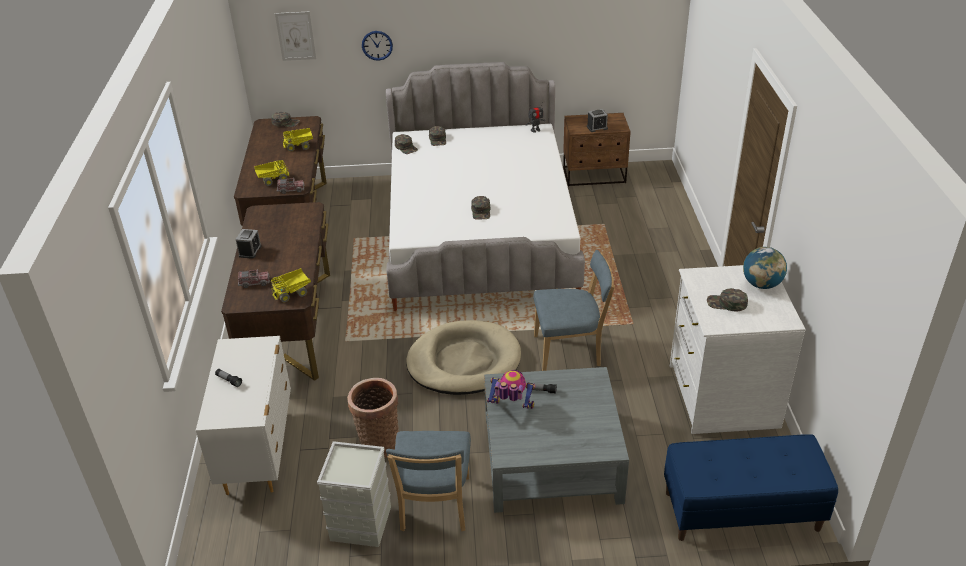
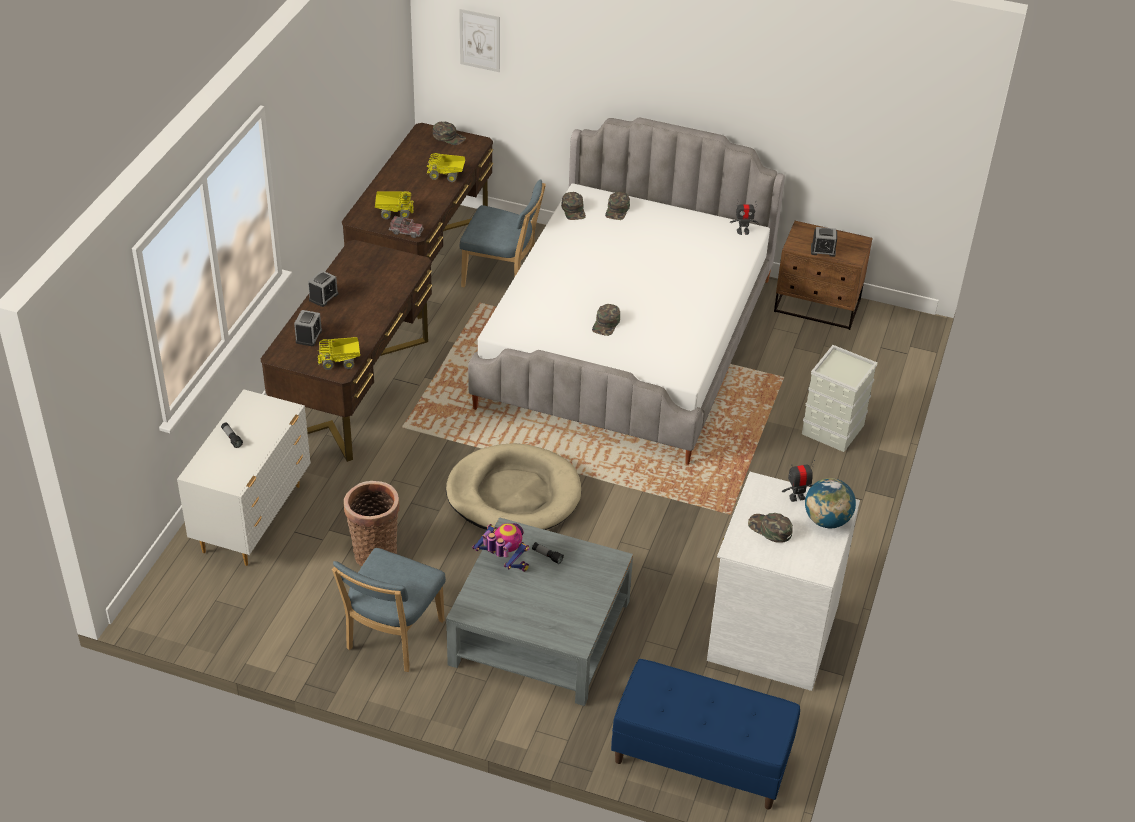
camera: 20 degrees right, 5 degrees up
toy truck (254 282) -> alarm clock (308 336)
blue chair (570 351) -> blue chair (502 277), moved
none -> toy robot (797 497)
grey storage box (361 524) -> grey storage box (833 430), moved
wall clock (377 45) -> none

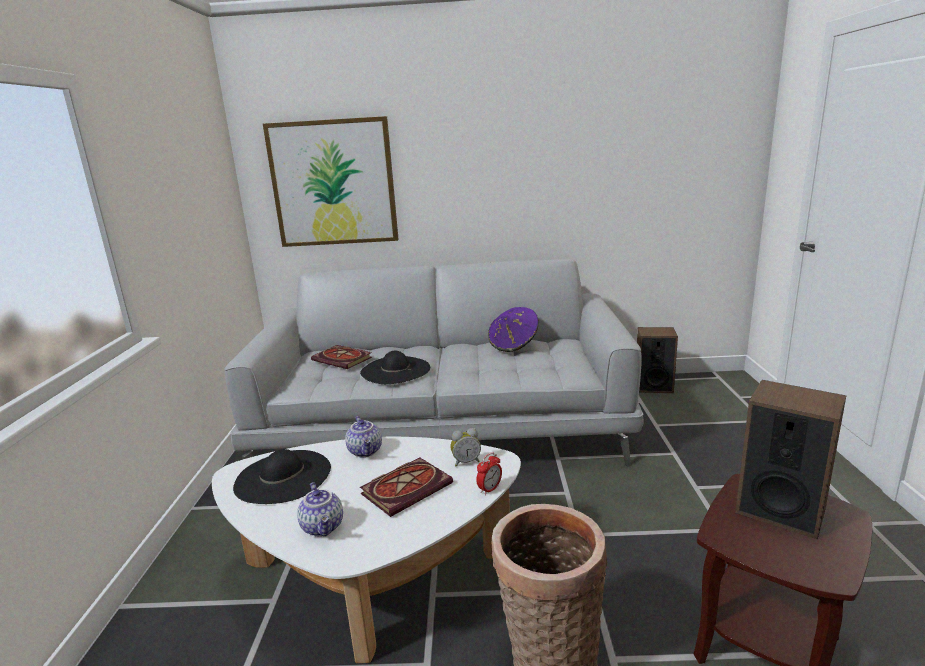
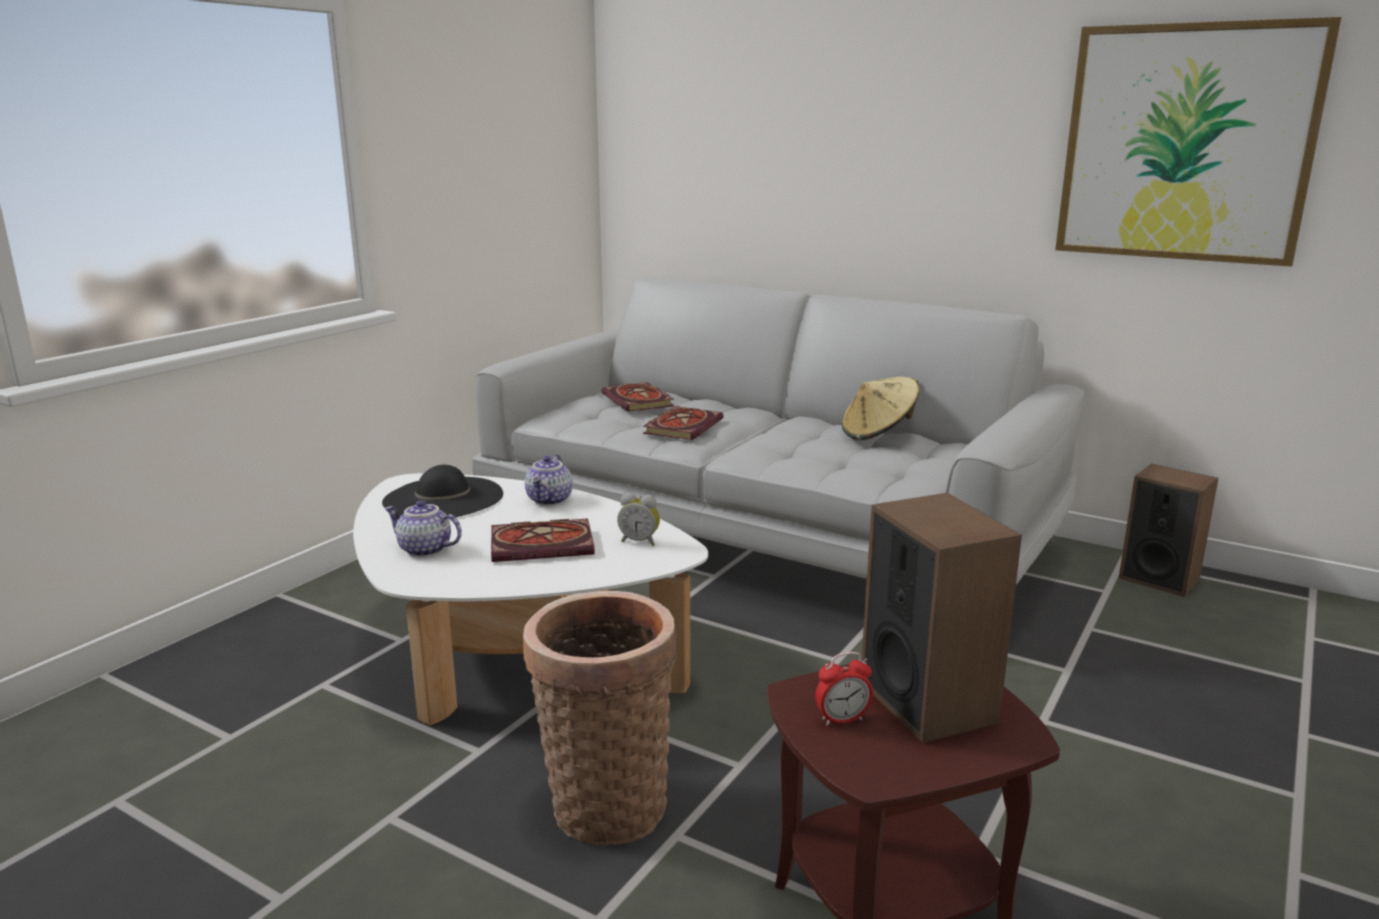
camera: 30 degrees right, 0 degrees up
teapot (324 527) -> teapot (423 550), 105 degrees clockwise
black hat (395 370) -> book (682 426)
alarm clock (489 489) -> alarm clock (842 719), moved
purple hat (513 344) -> beige hat (878 433)
picture (333 183) -> picture (1186 144), moved

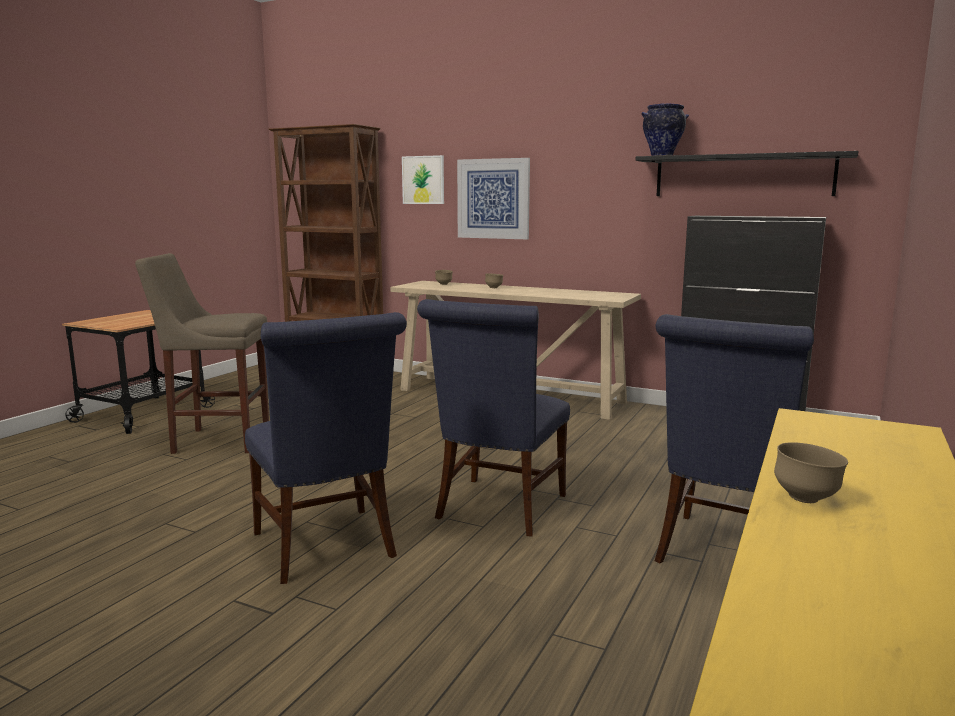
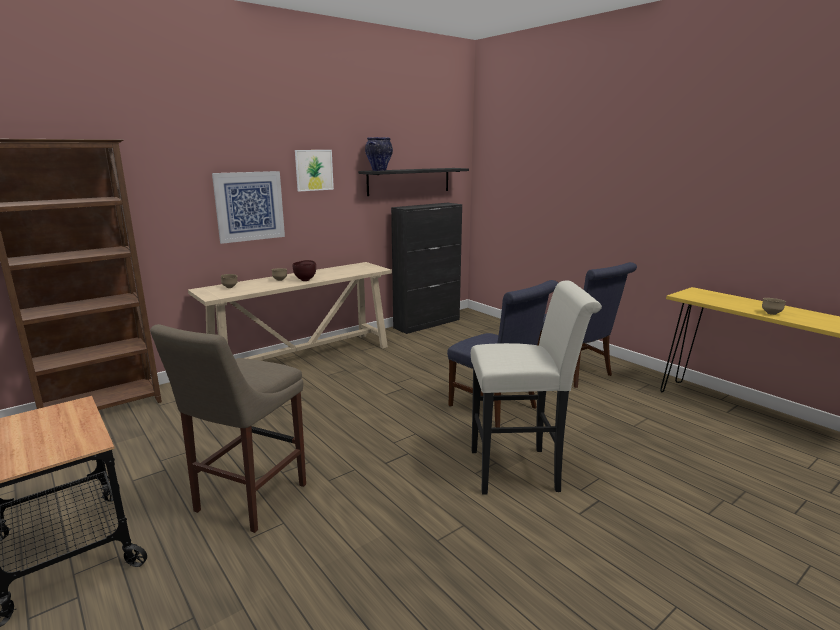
camera: 65 degrees left, 5 degrees up
none -> brown bowl (305 280)
picture (423 180) -> picture (314 170), moved
blue chair (327 548) -> white stool (521 470)

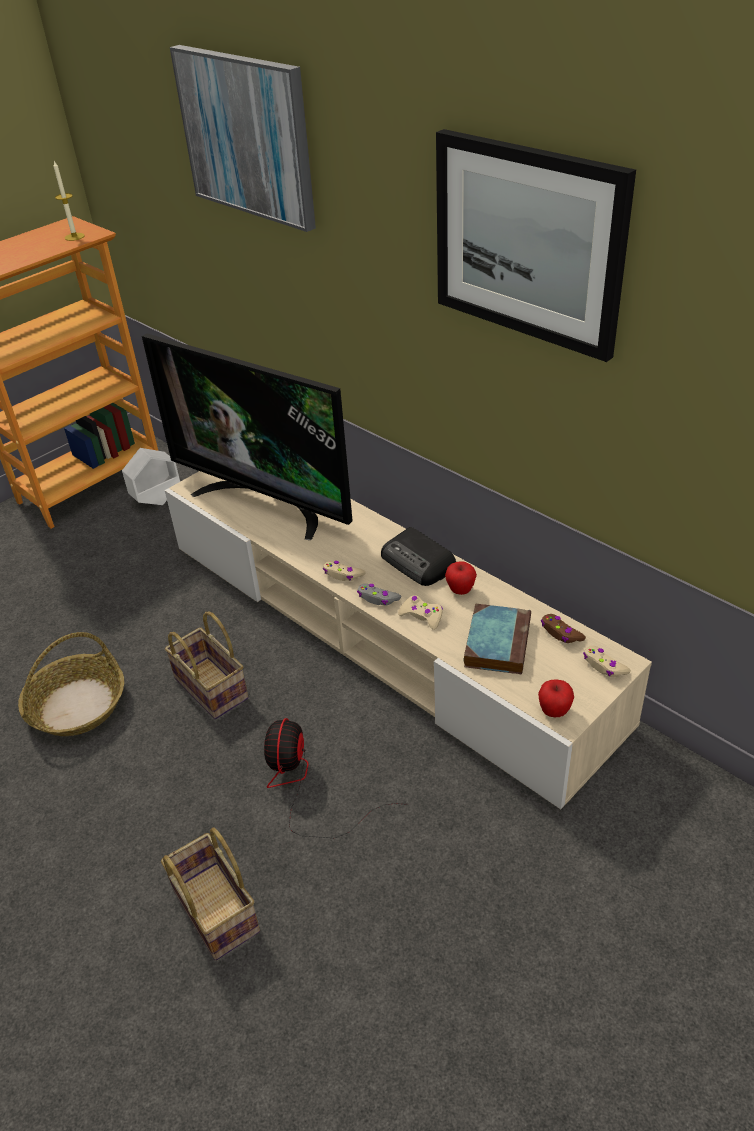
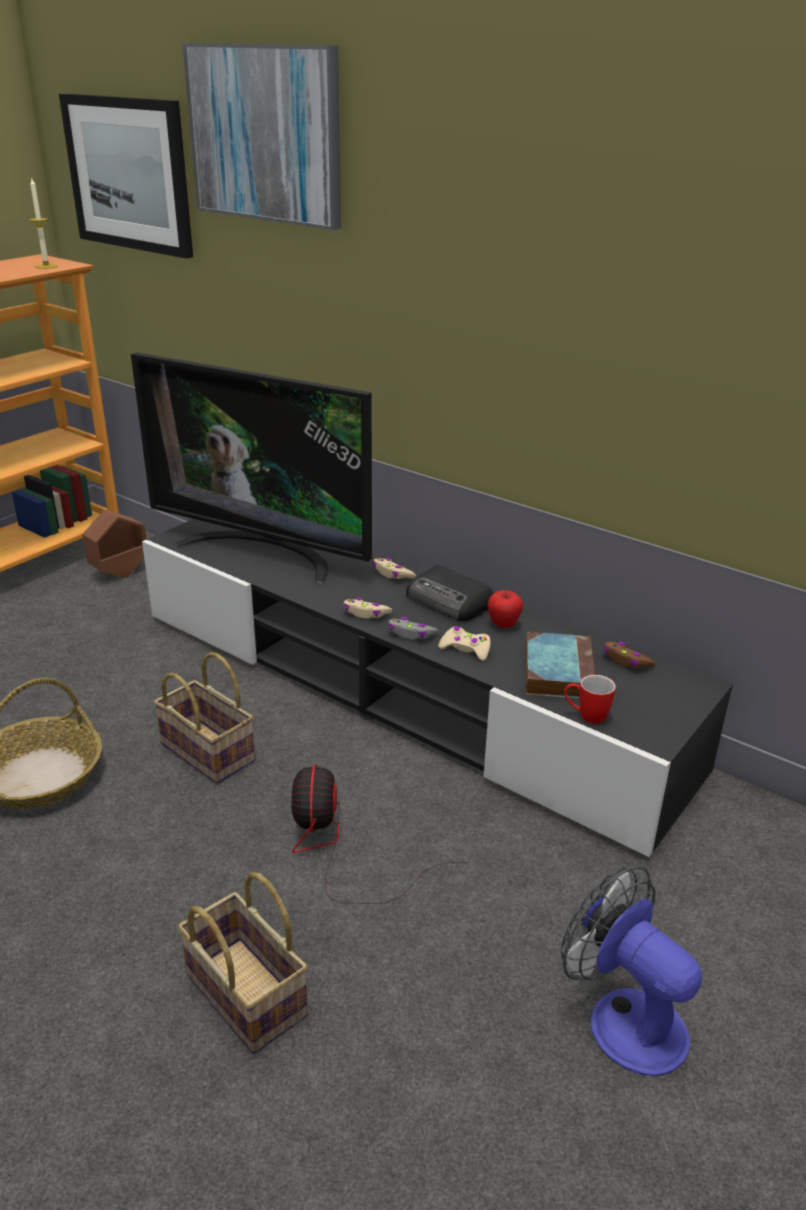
camera: 10 degrees left, 10 degrees down
picture (528 243) -> picture (129 174), moved
white planter (157 500) -> brown planter (120 573)
beige tv stand (382 631) -> black tv stand (402 690)
beige game controller (604 666) -> beige game controller (392 574), moved
none -> fan (623 1018)
none -> mug (586 716)
apple (554 711) -> none

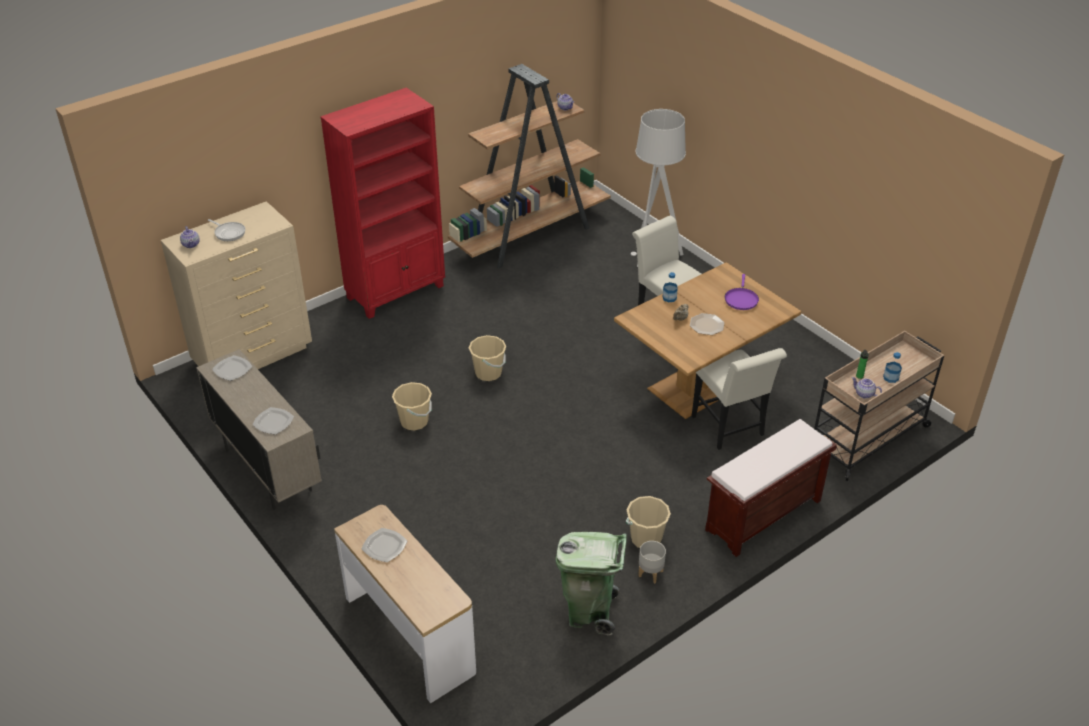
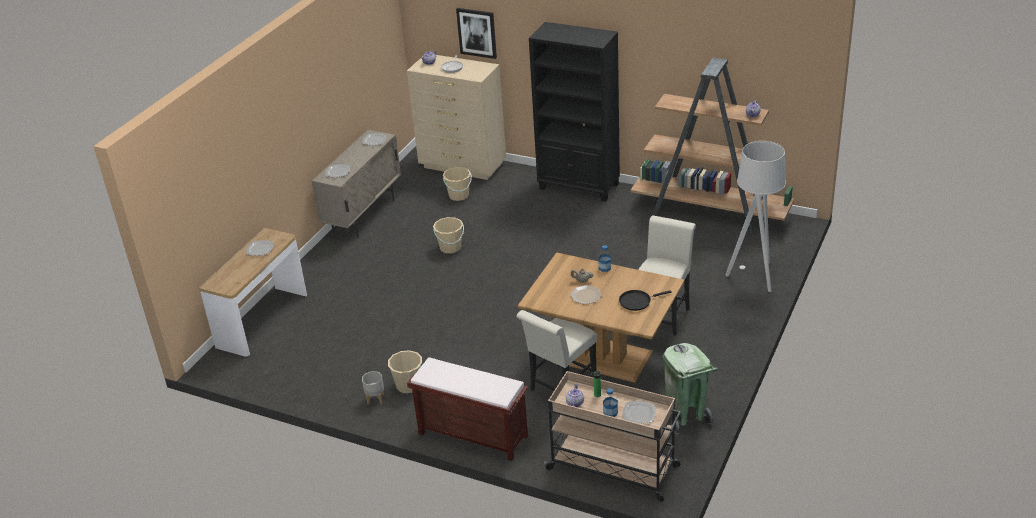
camera: 65 degrees right, 5 degrees down
beige bucket (488 373) -> beige bucket (459 196), moved
none -> picture (477 32)
red bookcase (396 292) -> black bookcase (579 187)
purple frying pan (741 299) -> black frying pan (637 301)
none -> plate (638 413)
green trash can (590 612) -> green trash can (686 417), moved

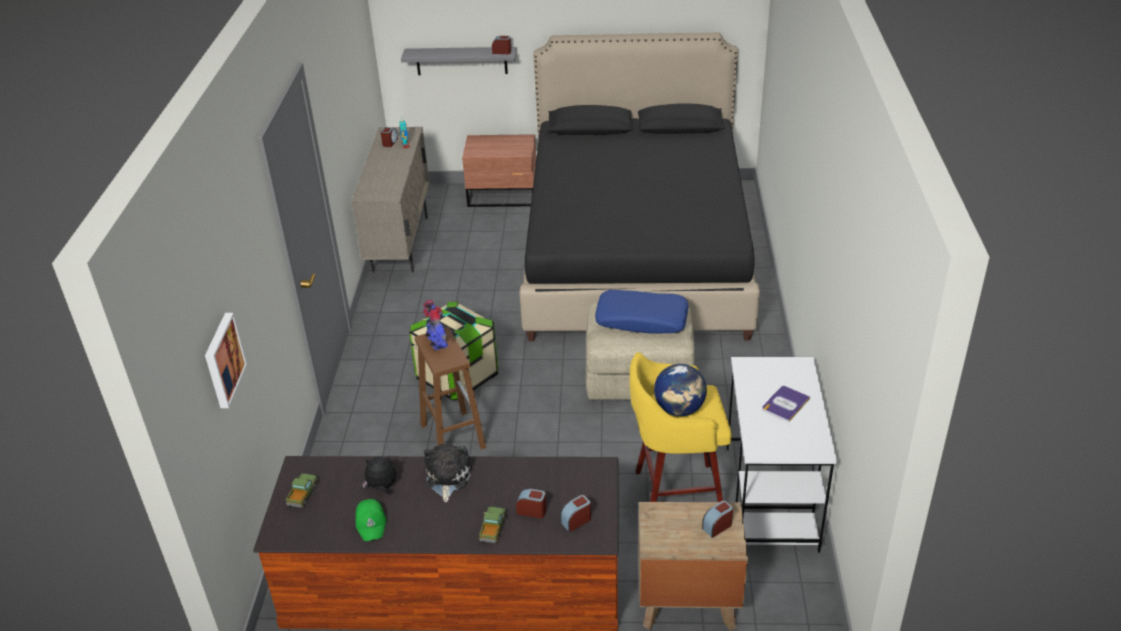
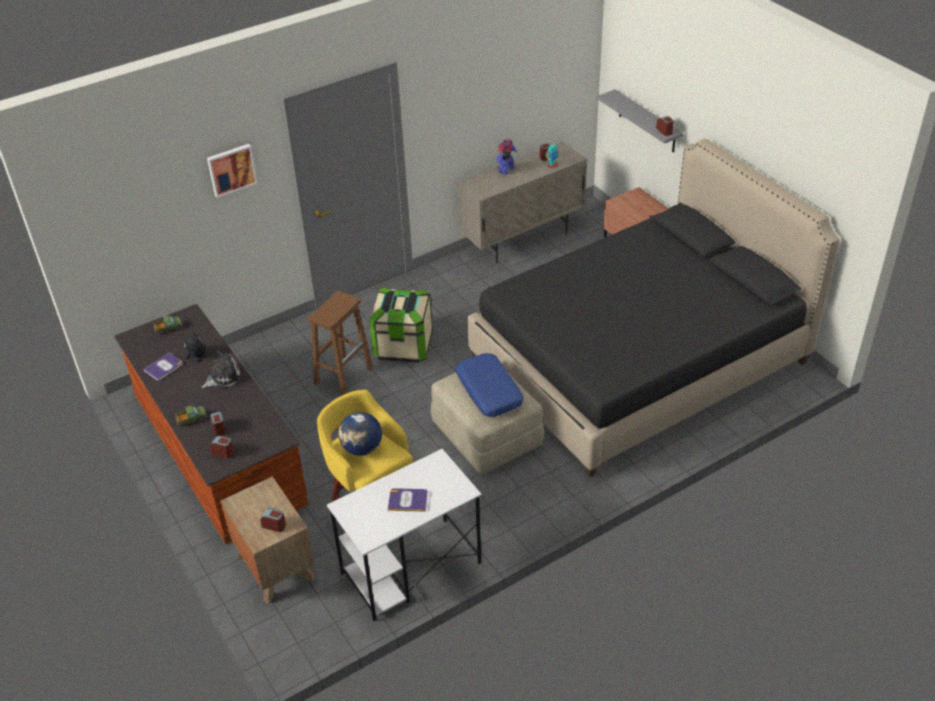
camera: 55 degrees right, 5 degrees up
green cap (371 523) -> book (164 367)
picture (222 360) -> picture (231 169), moved
toy robot (437 343) -> toy robot (505 170), moved

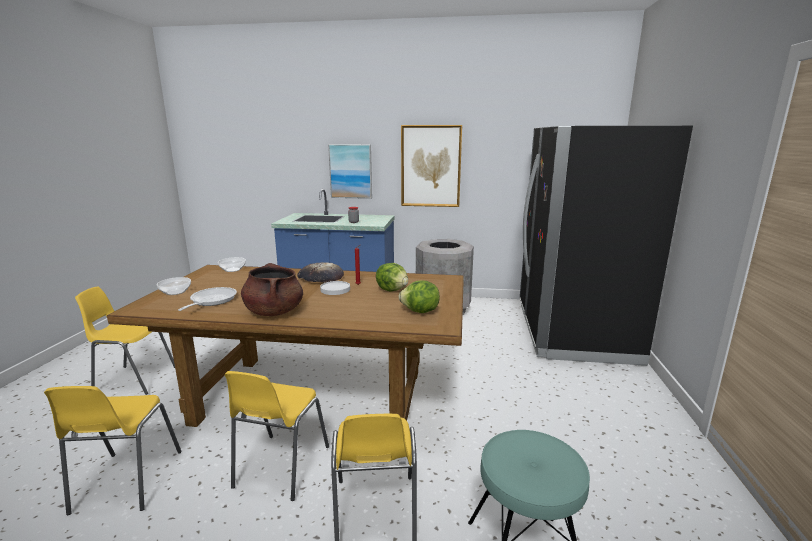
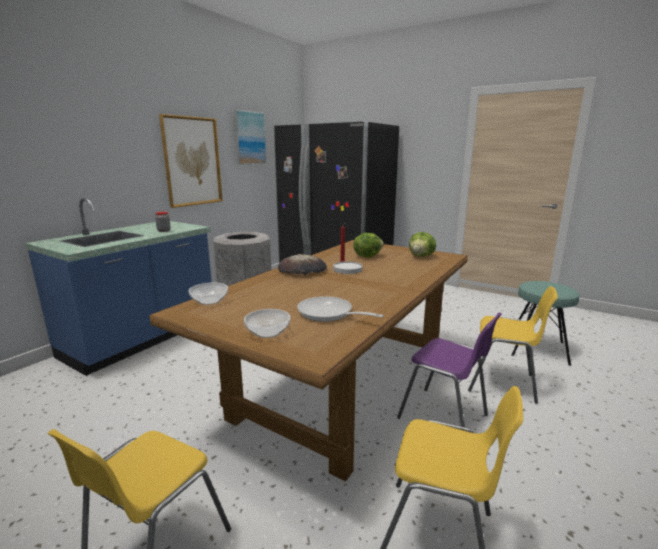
camera: 65 degrees left, 0 degrees up
picture (351 171) -> picture (249 138), moved
yellow chair (280 468) -> purple chair (445 417)
brown cooking pot (274 312) -> none

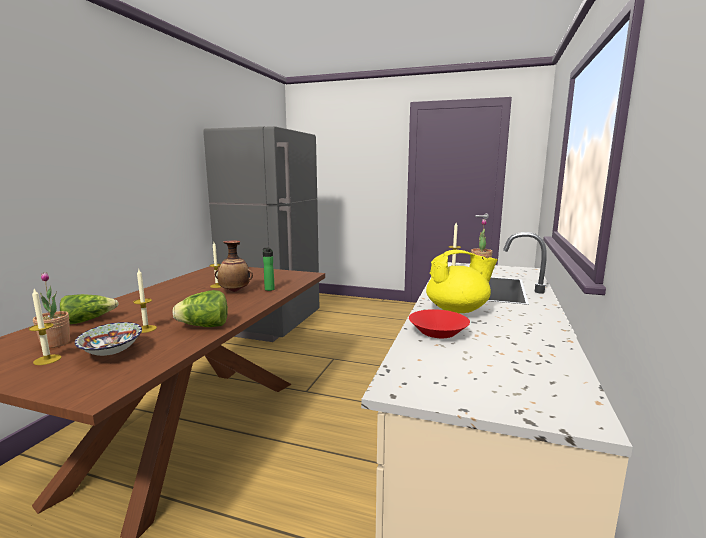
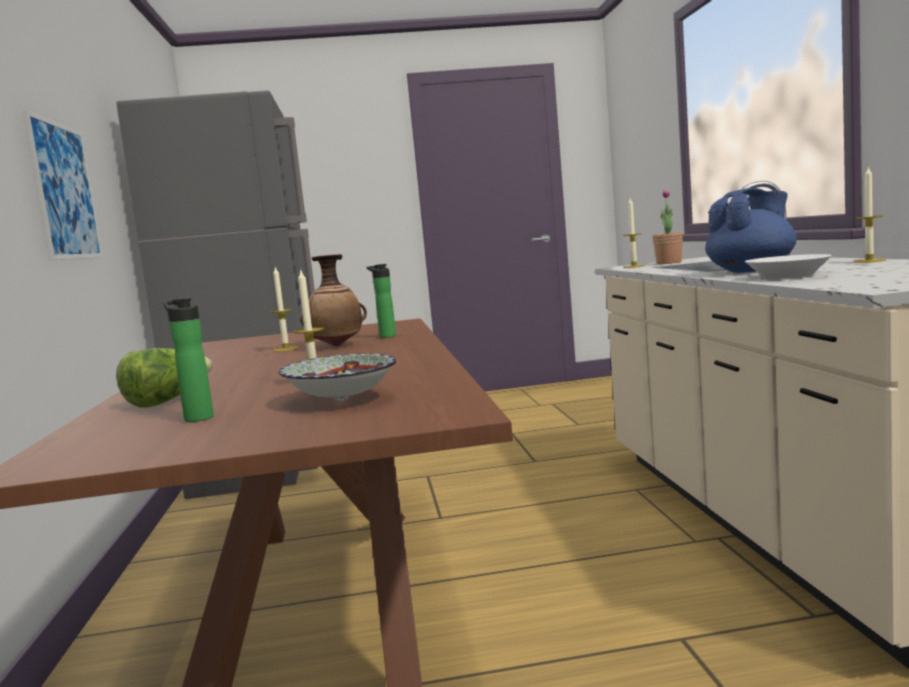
camera: 25 degrees left, 5 degrees down
none -> picture (65 191)
potted plant (55 343) -> bottle (197 418)
yellow teapot (458 310) -> blue teapot (752 271)
red bowl (438 332) -> white bowl (789 276)
candle (47 359) -> candle (869 261), moved
lettuce (204 326) -> none

